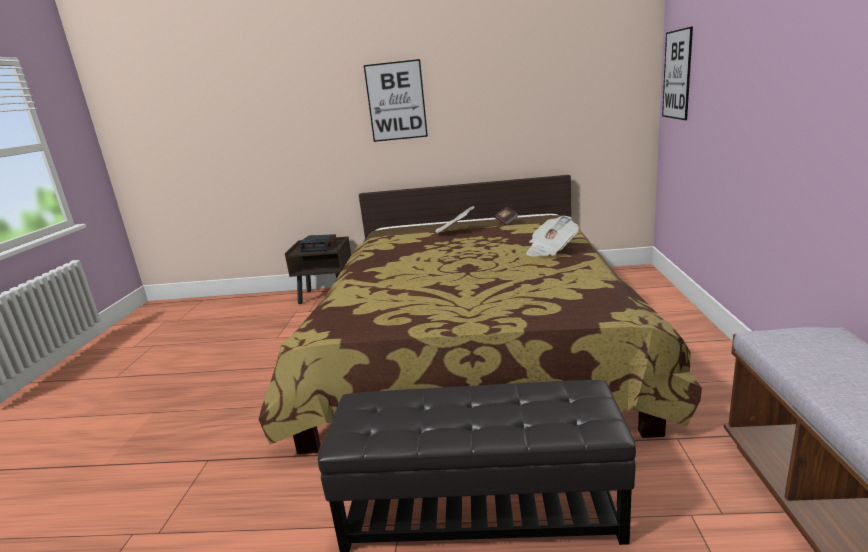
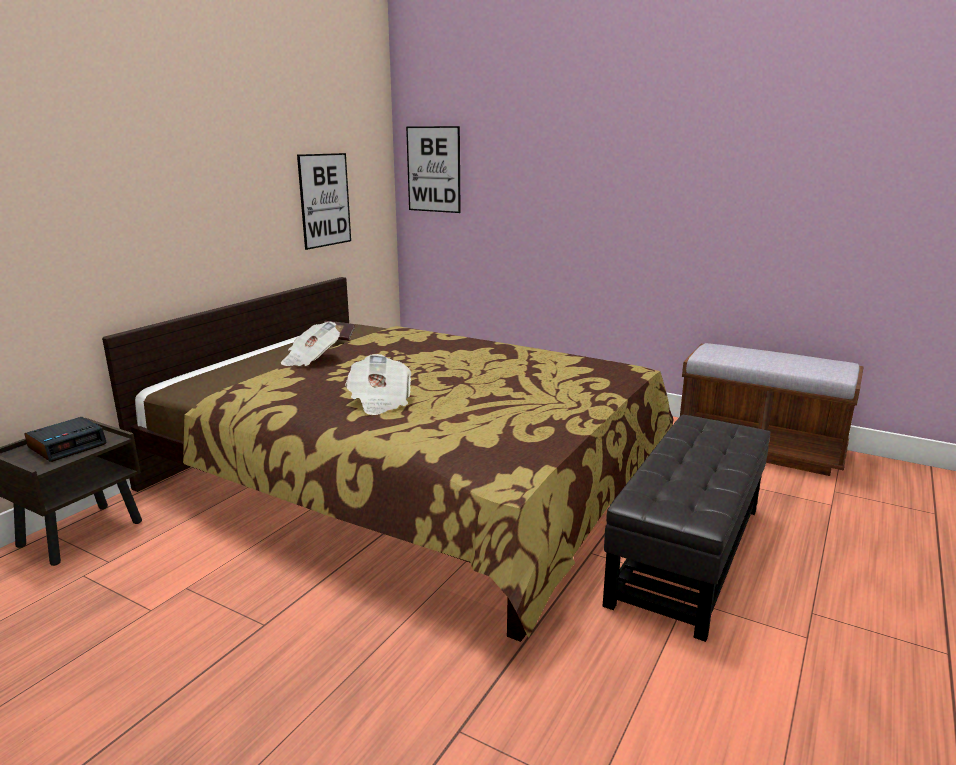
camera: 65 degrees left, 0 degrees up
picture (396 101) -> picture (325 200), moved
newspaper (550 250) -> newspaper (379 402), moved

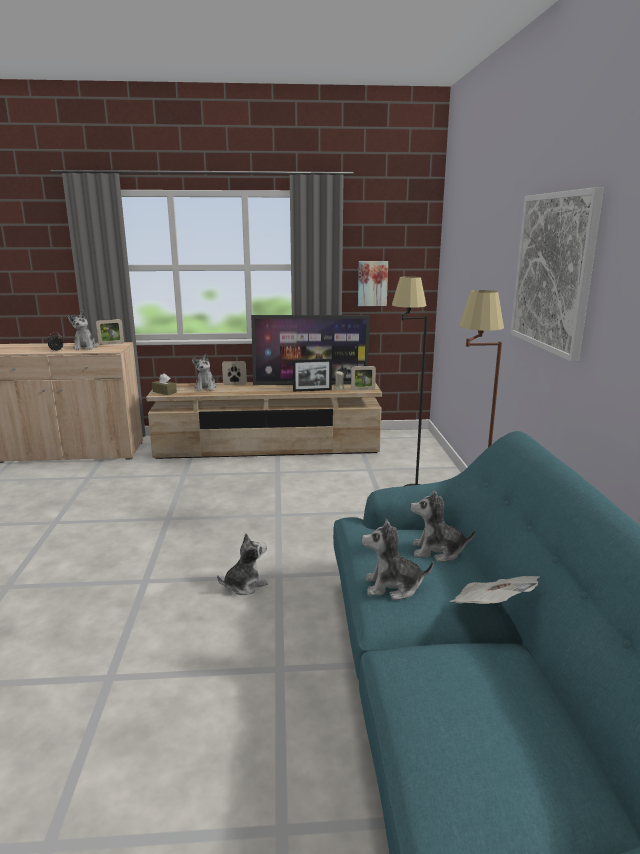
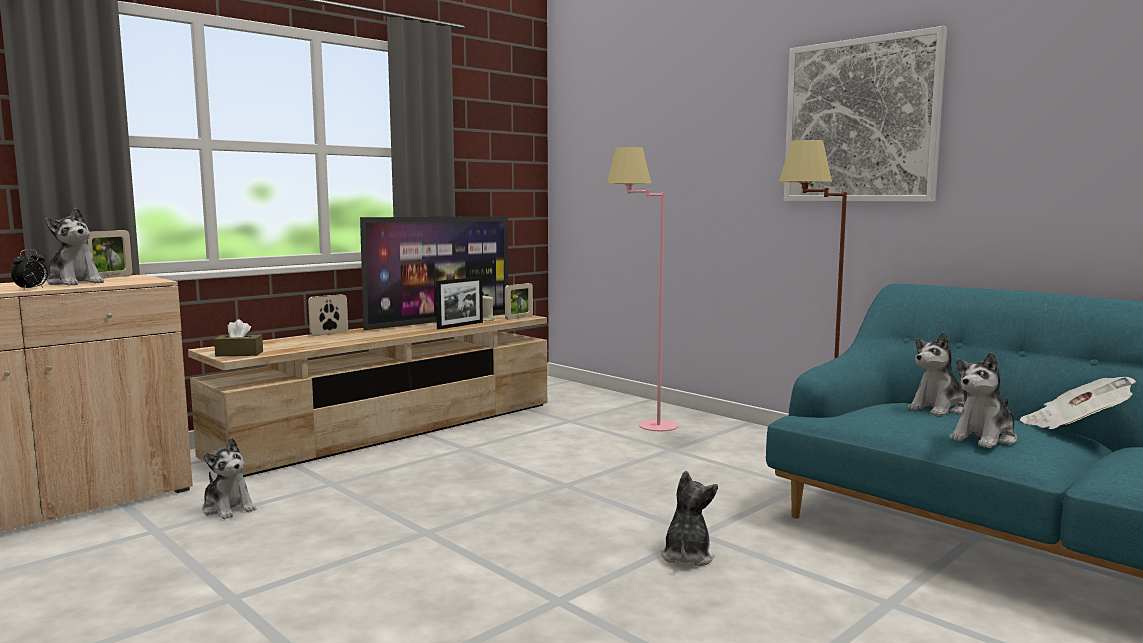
camera: 40 degrees left, 10 degrees down
plush toy (206 388) -> plush toy (228 508), moved
black floor lamp (406 485) -> pink floor lamp (640 424)
picture (372 283) -> none

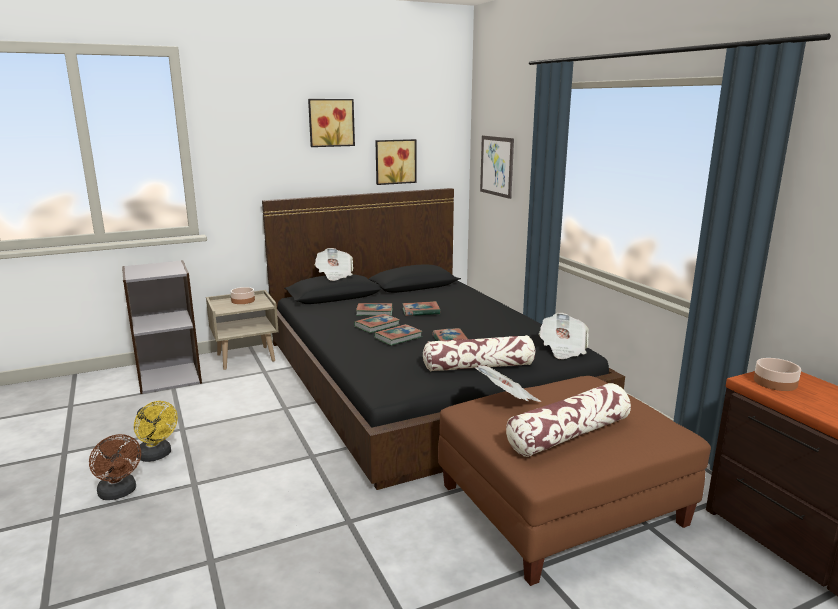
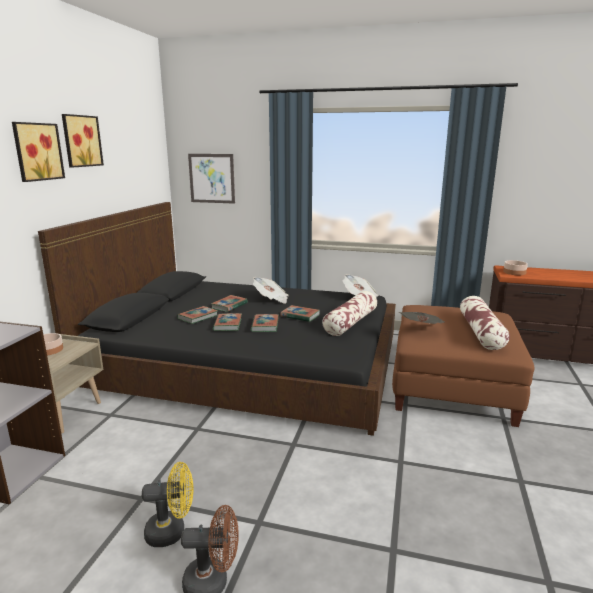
camera: 50 degrees left, 0 degrees up
picture (395 161) -> picture (36 151), moved
newspaper (334 275) -> newspaper (271 299), moved

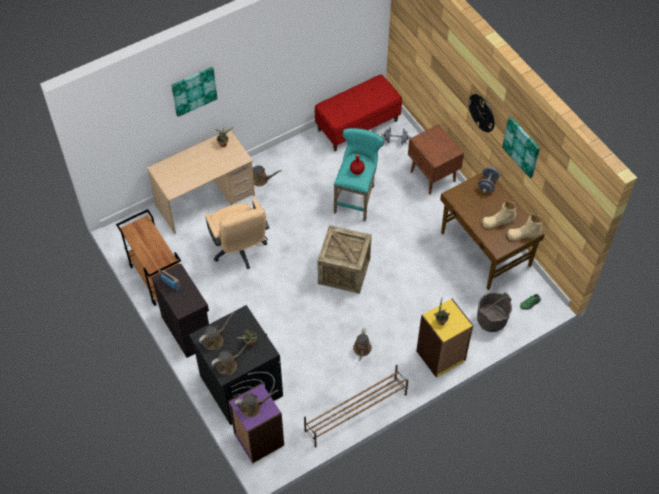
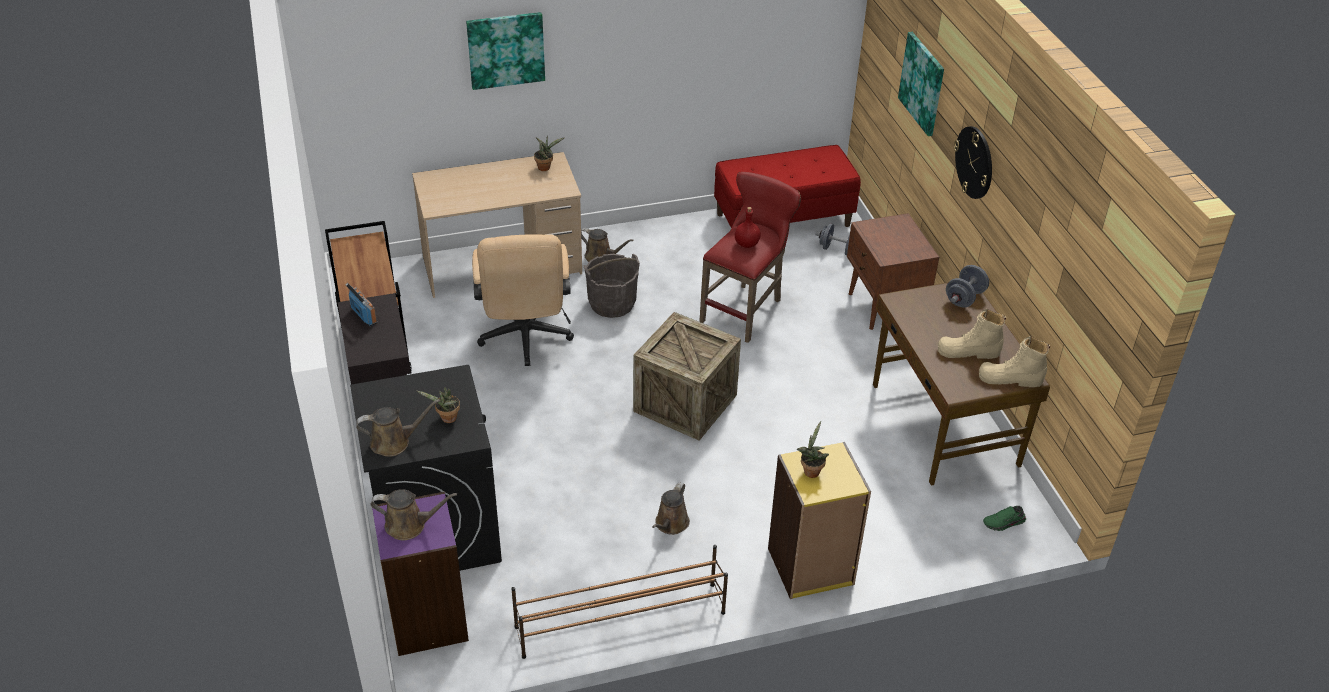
camera: 15 degrees right, 15 degrees down
grey bucket (491 320) -> grey bucket (612 303), moved
turquoise stool (356 197) -> red stool (746 309)
picture (522 146) -> picture (922 83), moved
brown watering can (215 340) -> none

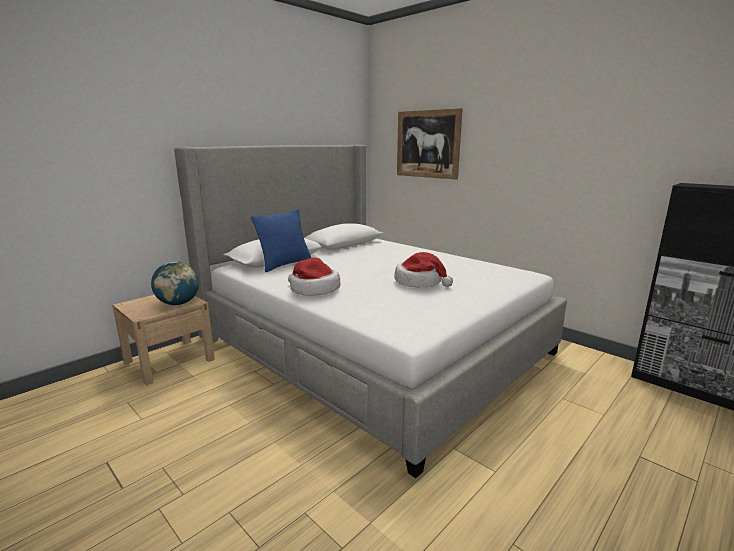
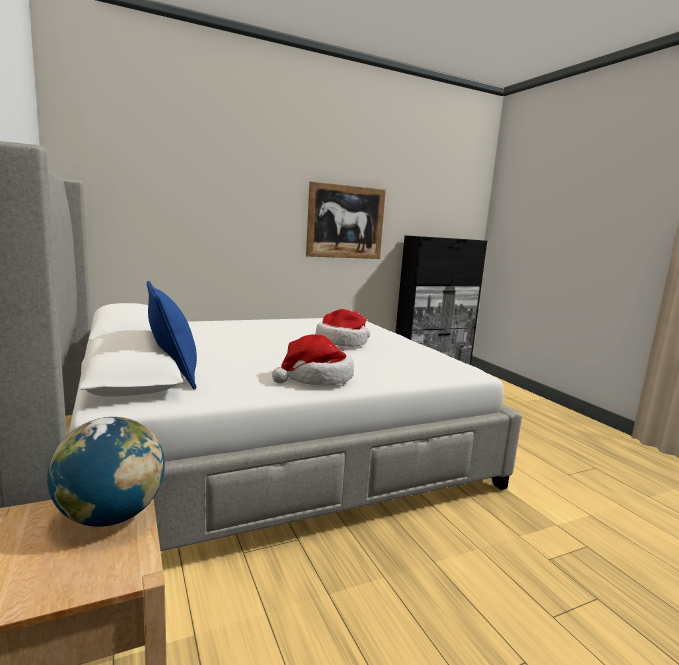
camera: 70 degrees left, 5 degrees down
picture (427 144) -> picture (345 222), moved

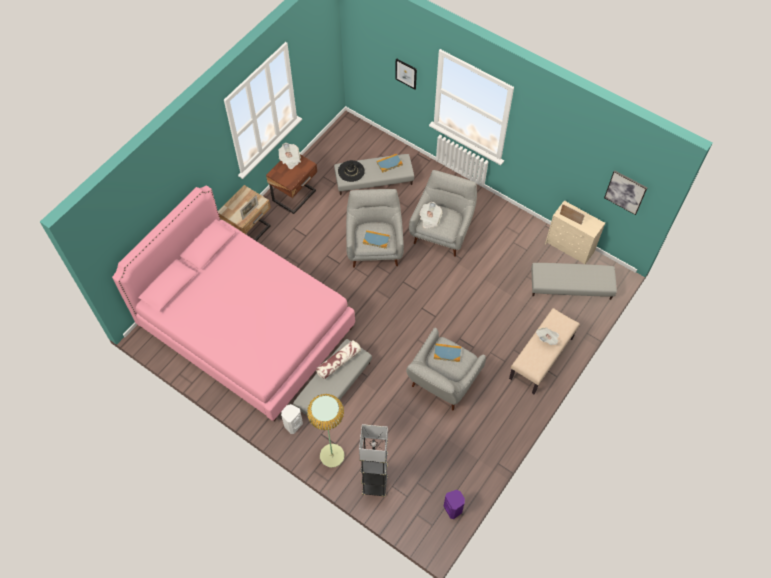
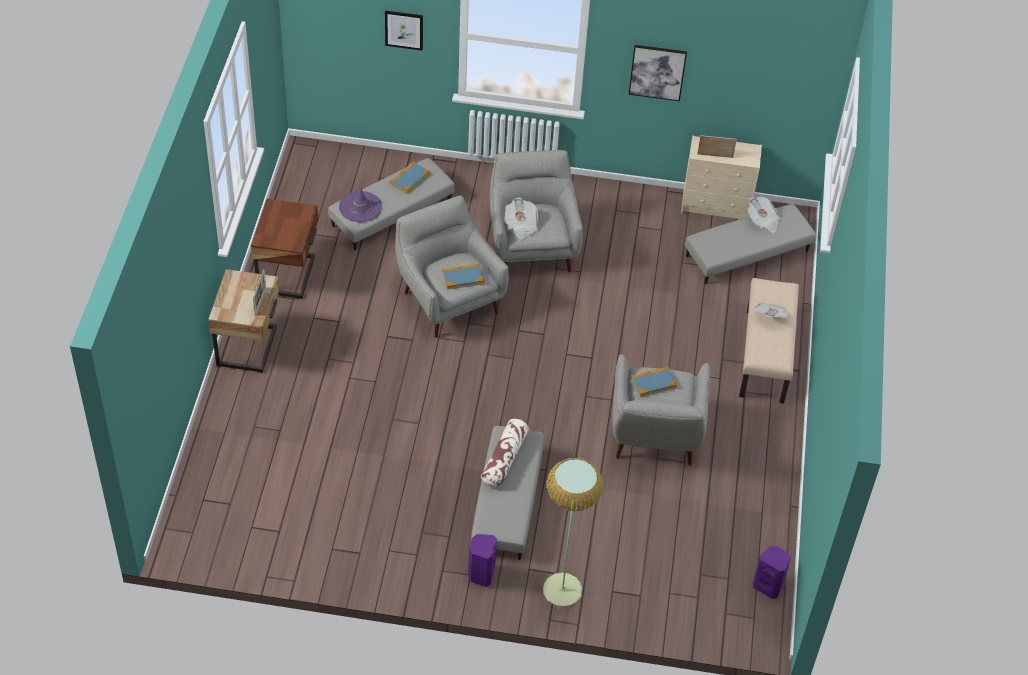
camera: 30 degrees left, 10 degrees down
black hat (351 171) -> purple hat (360 207)
white speaker (293 424) -> purple speaker (481 574)
picture (625 192) -> picture (657 72), moved
newspaper (290 160) -> newspaper (762 221), moved
pink bed (246 327) -> none
grey floor lamp (374 485) -> none

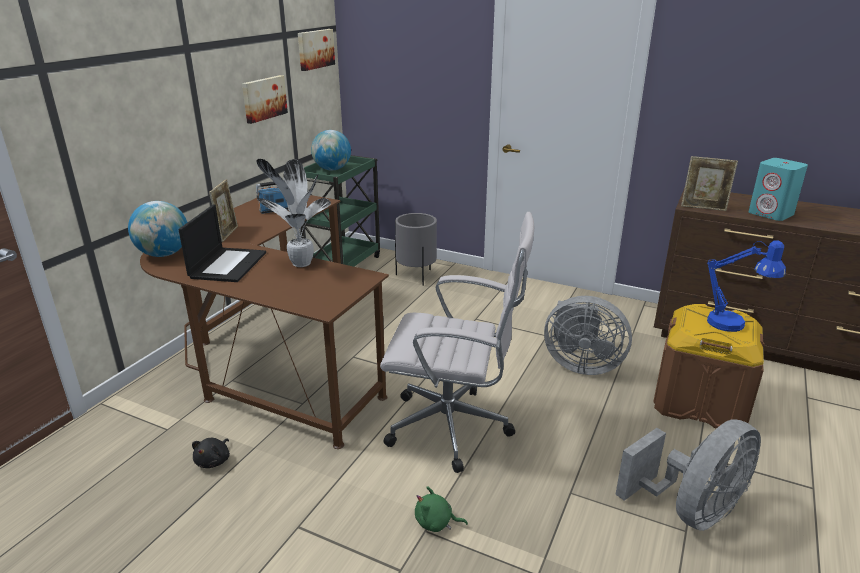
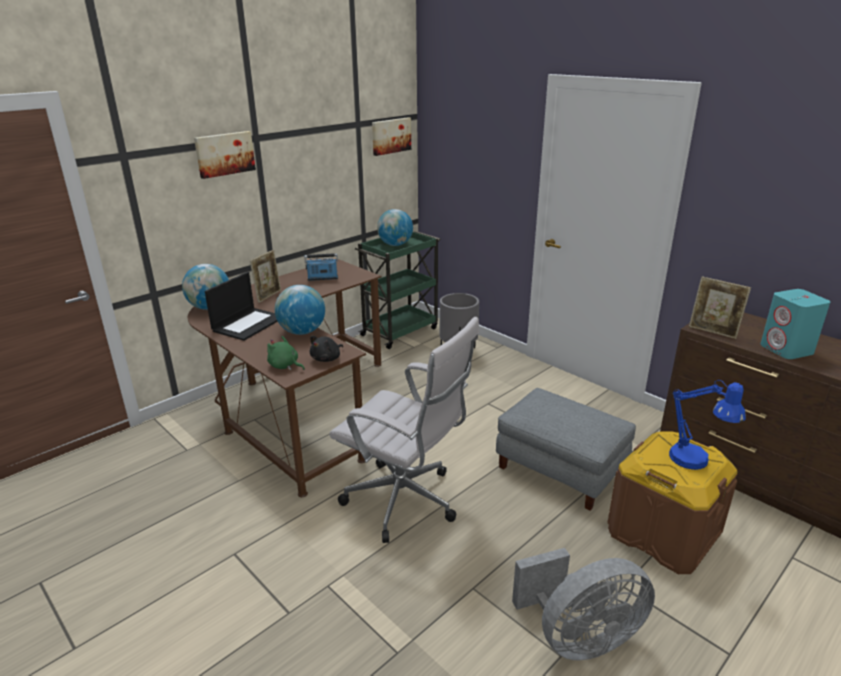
camera: 20 degrees right, 0 degrees up
picture (263 98) -> picture (224 154), moved
green plush toy (436 522) -> green plush toy (285 366), moved
potted plant (299 264) -> globe (302 332)
black plush toy (214 461) -> black plush toy (327 358), moved
grey fan (580 365) -> grey ottoman (561 468)

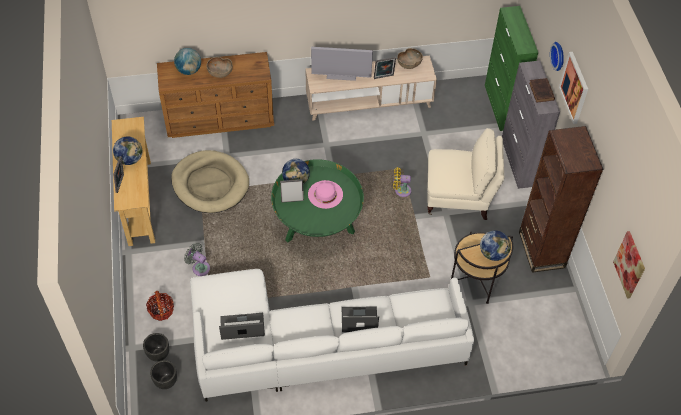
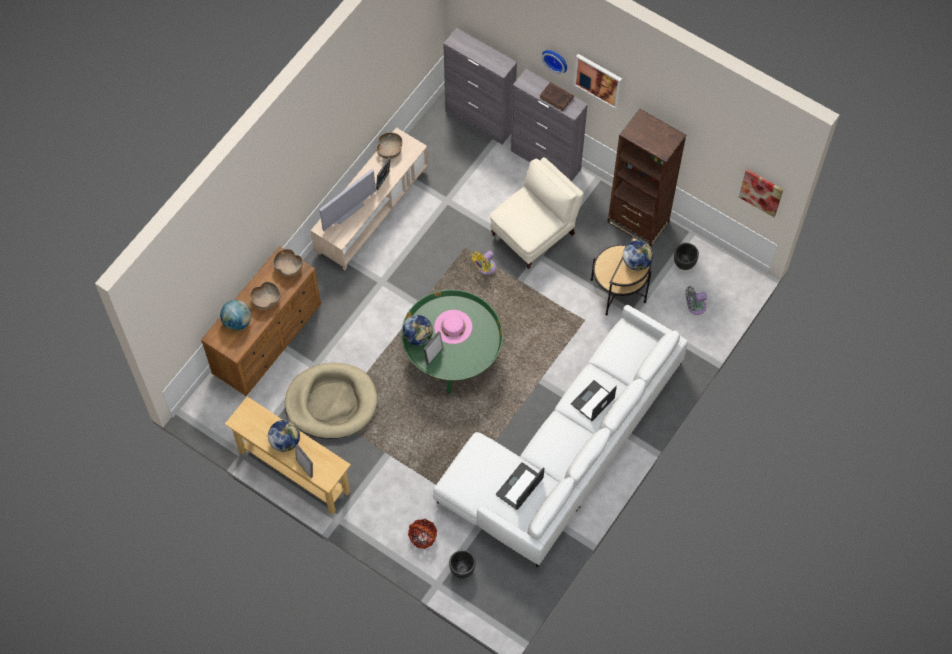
camera: 45 degrees left, 10 degrees up
none -> brown bowl (288 268)
green cabinet (501 107) -> grey cabinet (480 120)
black planter (165 381) -> black planter (684 263), moved
grey fan (199 267) -> grey fan (694 307), moved

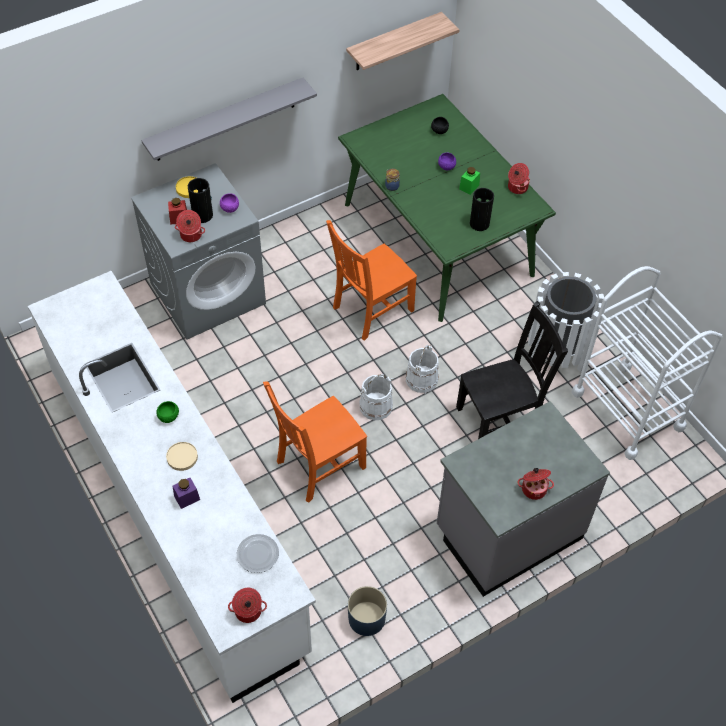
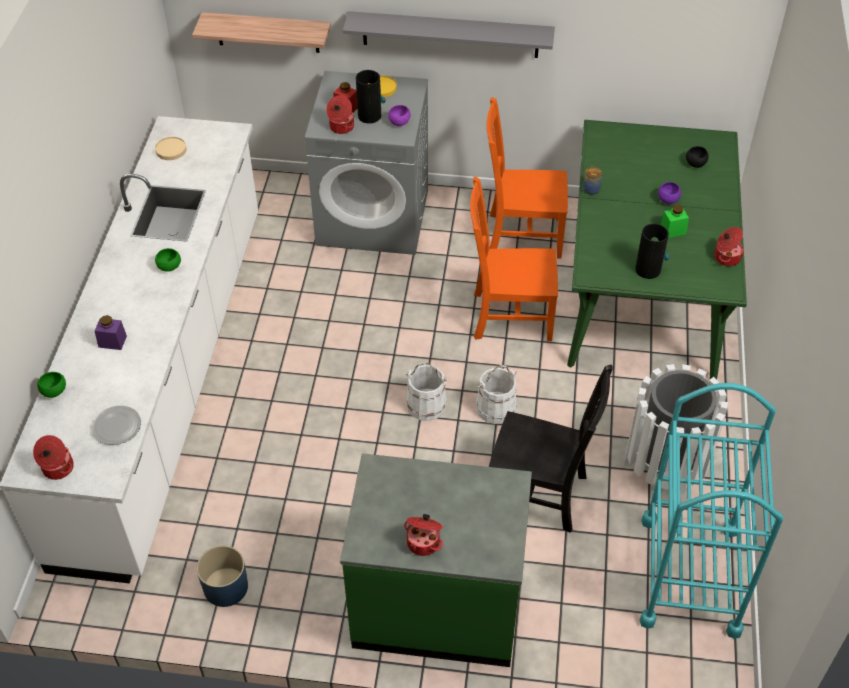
camera: 40 degrees right, 5 degrees down
none -> green bowl (54 391)
beige plate (182 457) -> beige plate (171 150), moved
shelf (394 42) -> shelf (267 32), moved
grey counter (508 532) -> green counter (437 606)
orange chair (318 466) -> orange chair (521 235), moved
white cart (627 410) -> turquoise cart (690 575)

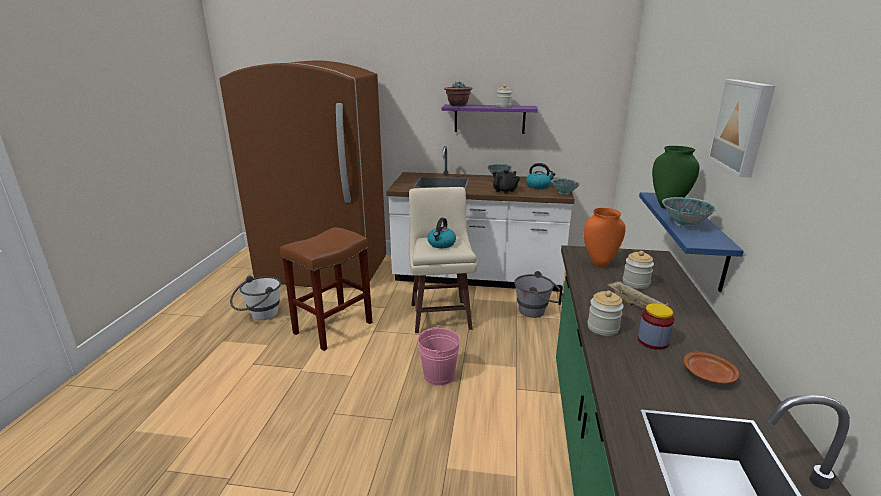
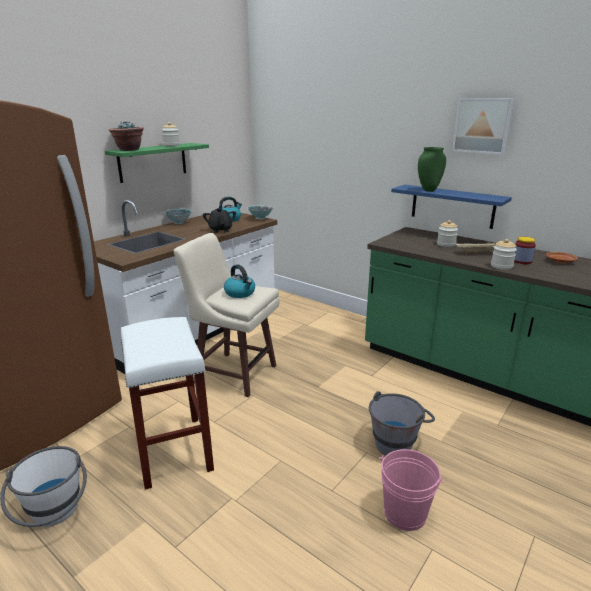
camera: 60 degrees left, 0 degrees up
purple shelf (489 119) -> green shelf (153 162)
brown stool (333 328) -> white stool (174 451)
grey bucket (537 311) -> grey bucket (397 442), moved
pink bucket (439 375) -> pink bucket (404 513), moved
orange vase (599 264) -> none
bowl (684 224) -> none

